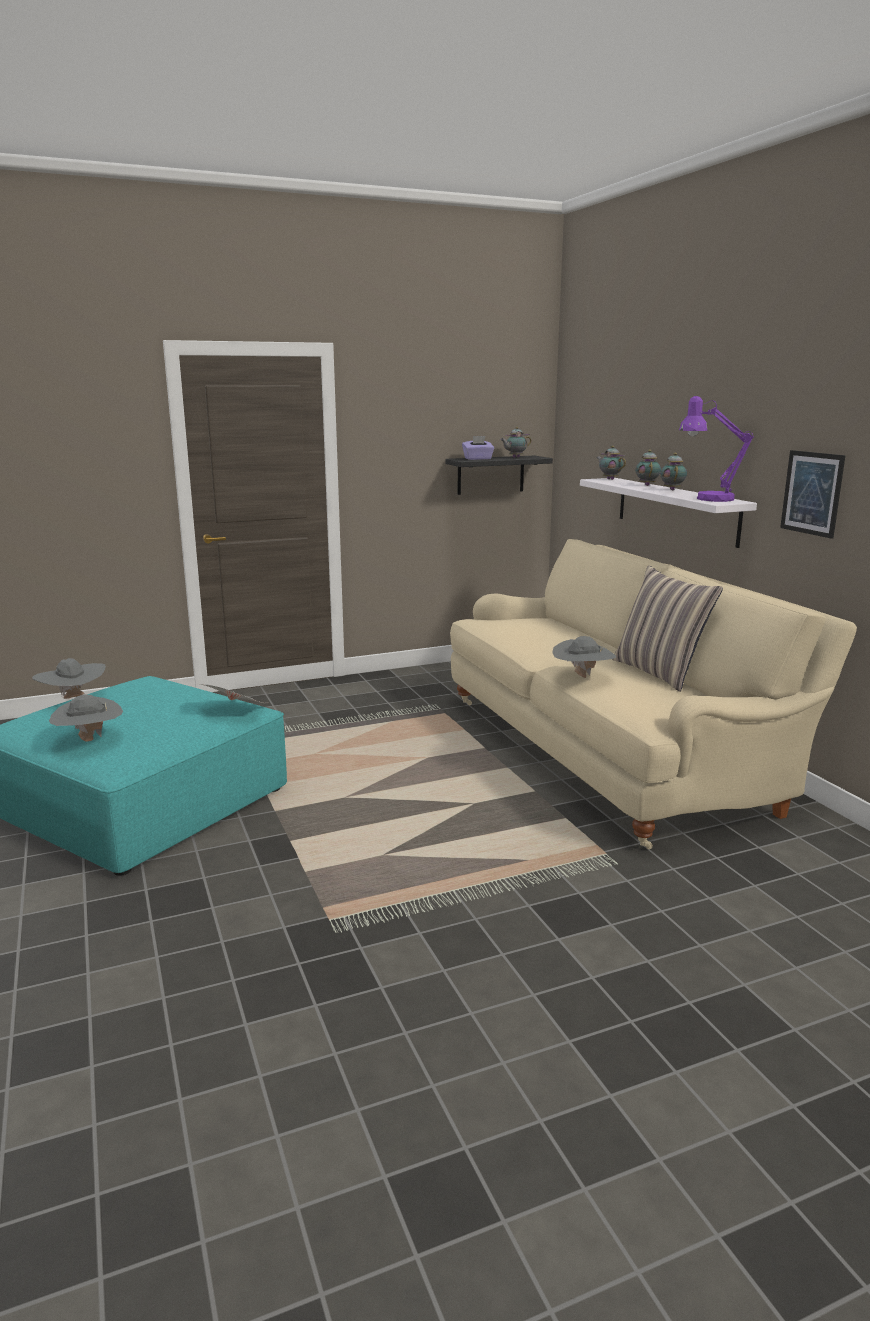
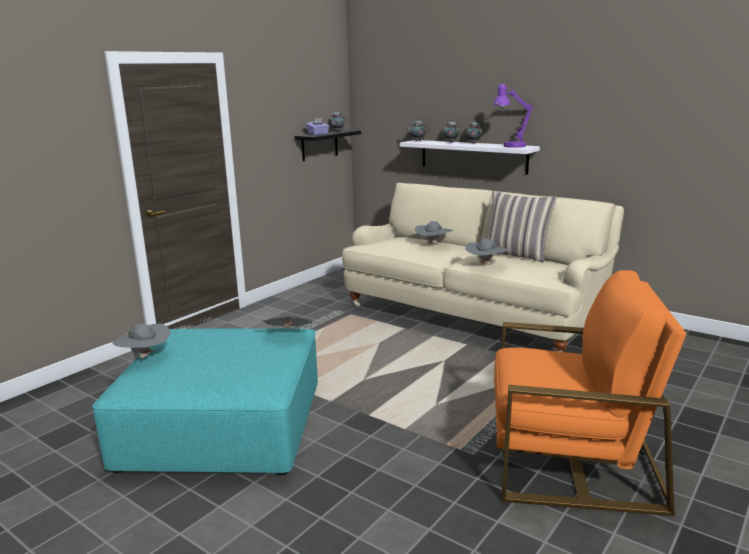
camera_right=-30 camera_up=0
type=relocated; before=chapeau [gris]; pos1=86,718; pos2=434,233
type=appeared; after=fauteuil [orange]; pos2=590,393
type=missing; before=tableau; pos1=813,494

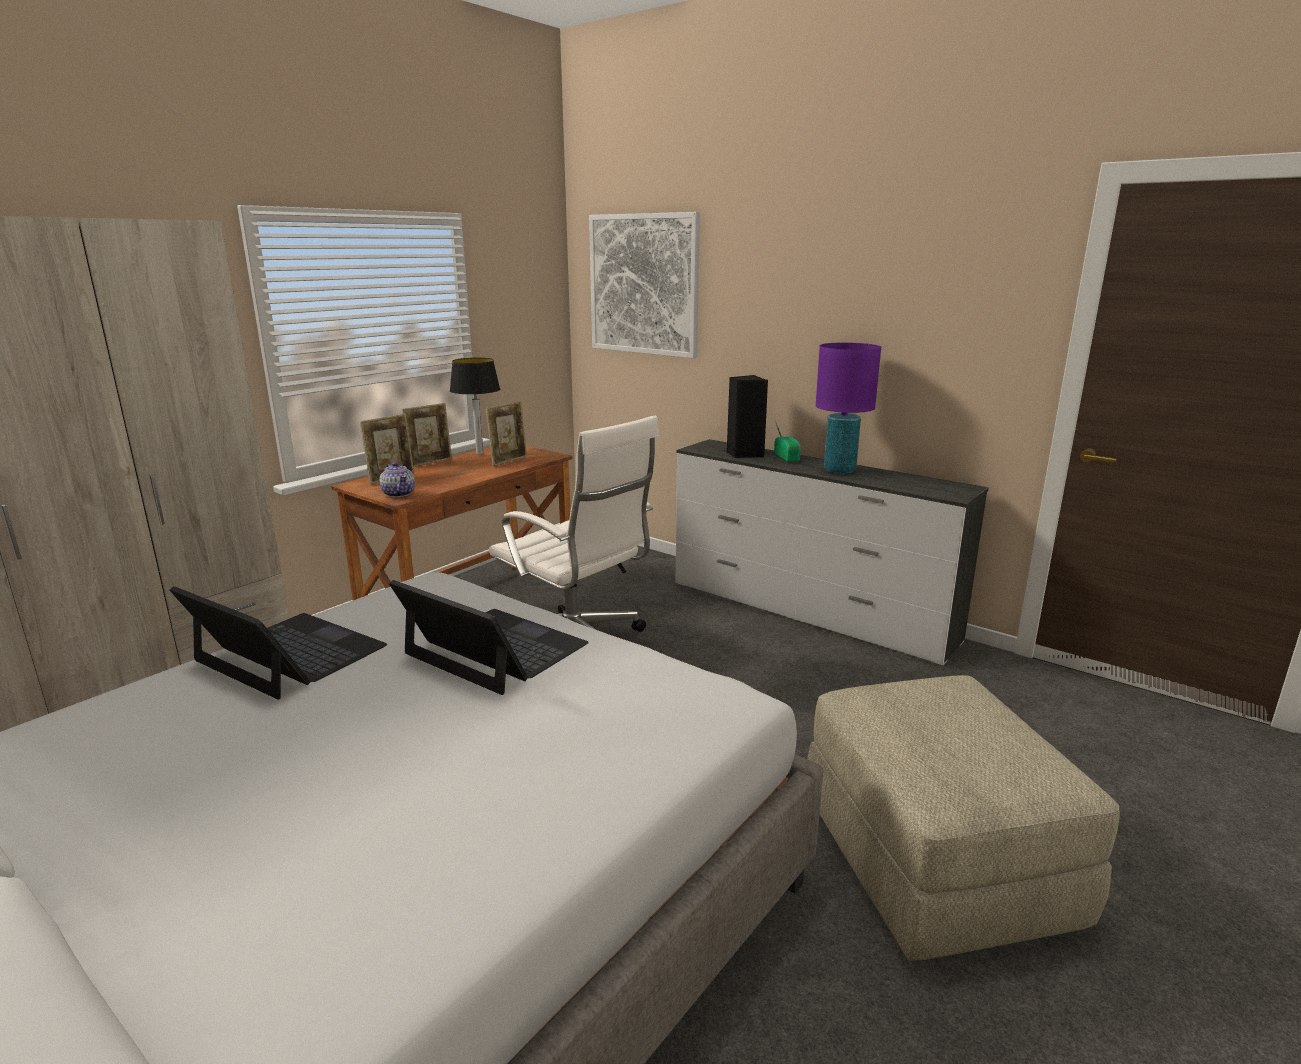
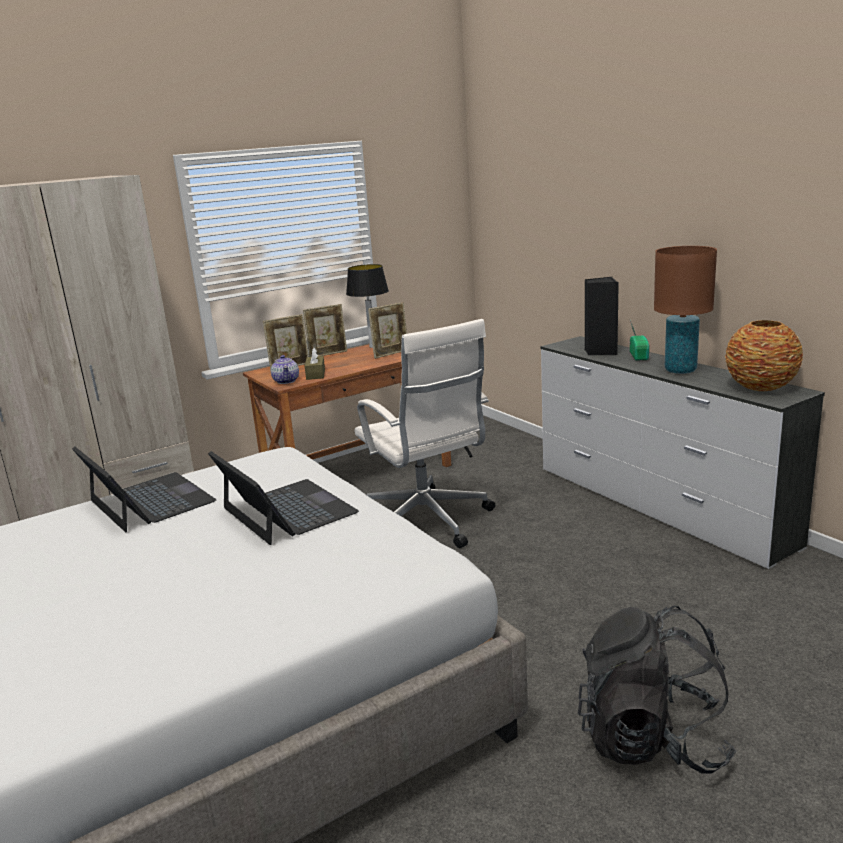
camera_right=20 camera_up=0
type=appeared; after=boîte à mouchoirs [marron]; pos2=315,364
type=exchanged; before=pouf [beige]; after=sac à dos [noir]; pos1=963,818; pos2=657,689
type=colour; before=lampe de table [violet]; after=lampe de table [marron]; pos1=848,408; pos2=685,310
type=appeared; after=vase; pos2=764,355
type=missing; before=tableau; pos1=644,285

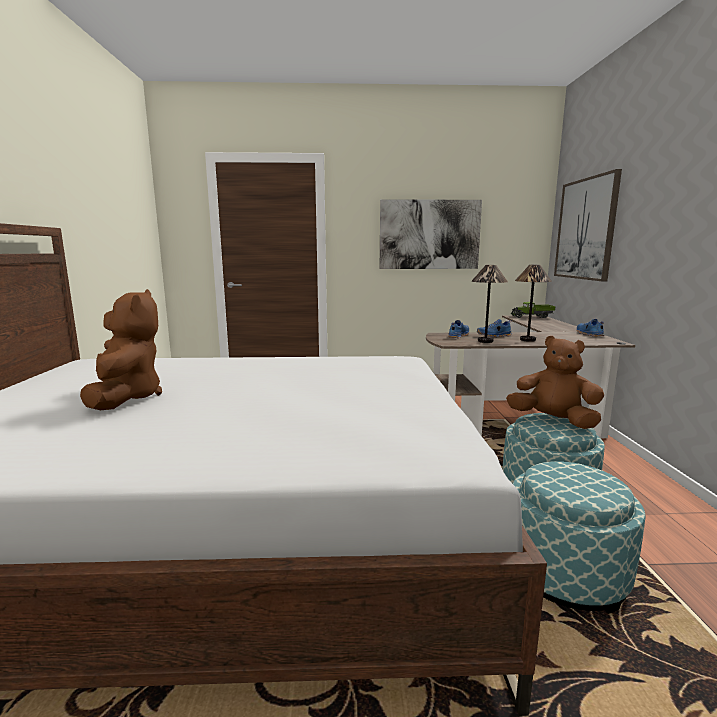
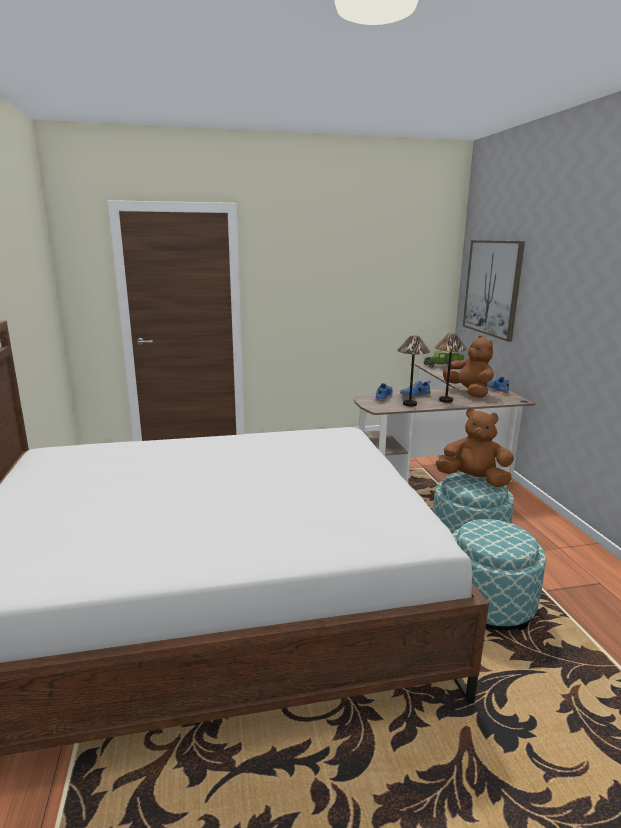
camera_right=-10 camera_up=5
type=relocated; before=peluche [marron]; pos1=121,349; pos2=468,367
type=missing; before=tableau; pos1=431,234

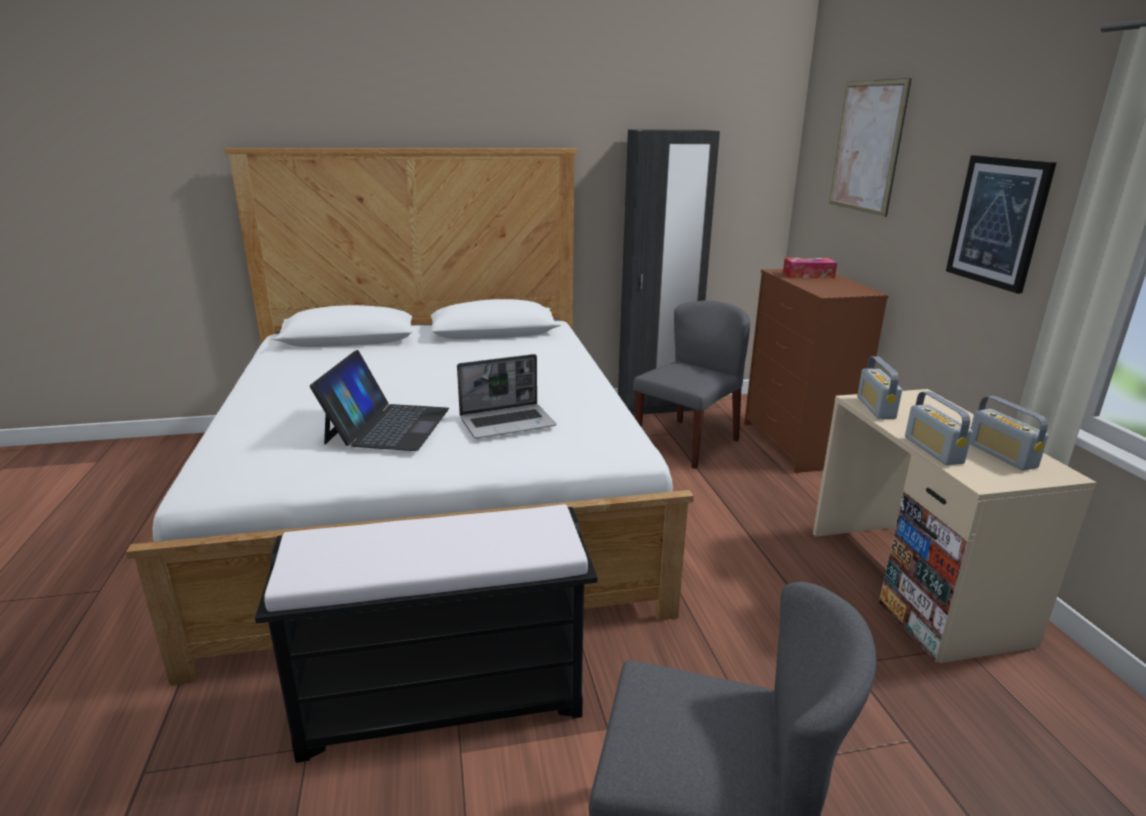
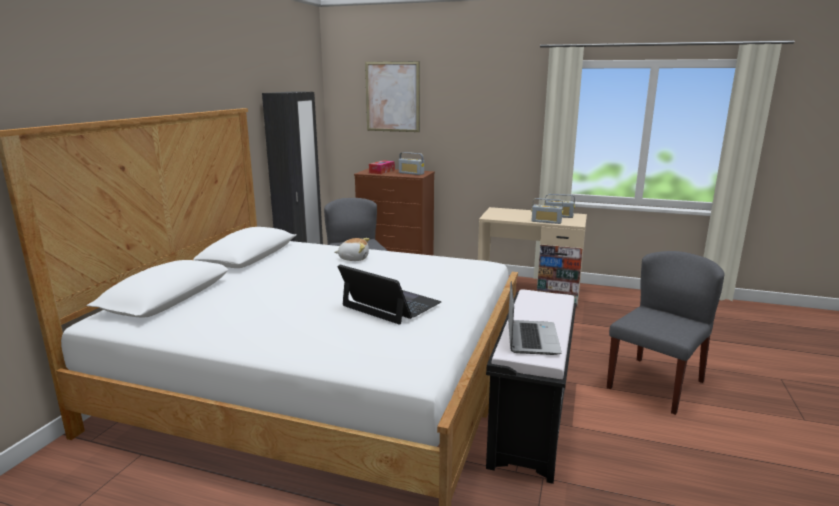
camera_right=-60 camera_up=-5
type=appeared; after=peluche; pos2=352,249
type=relocated; before=radio; pos1=879,387; pos2=411,163
type=relocated; before=ordinateur portable; pos1=506,396; pos2=535,318
type=missing; before=tableau; pos1=1001,224

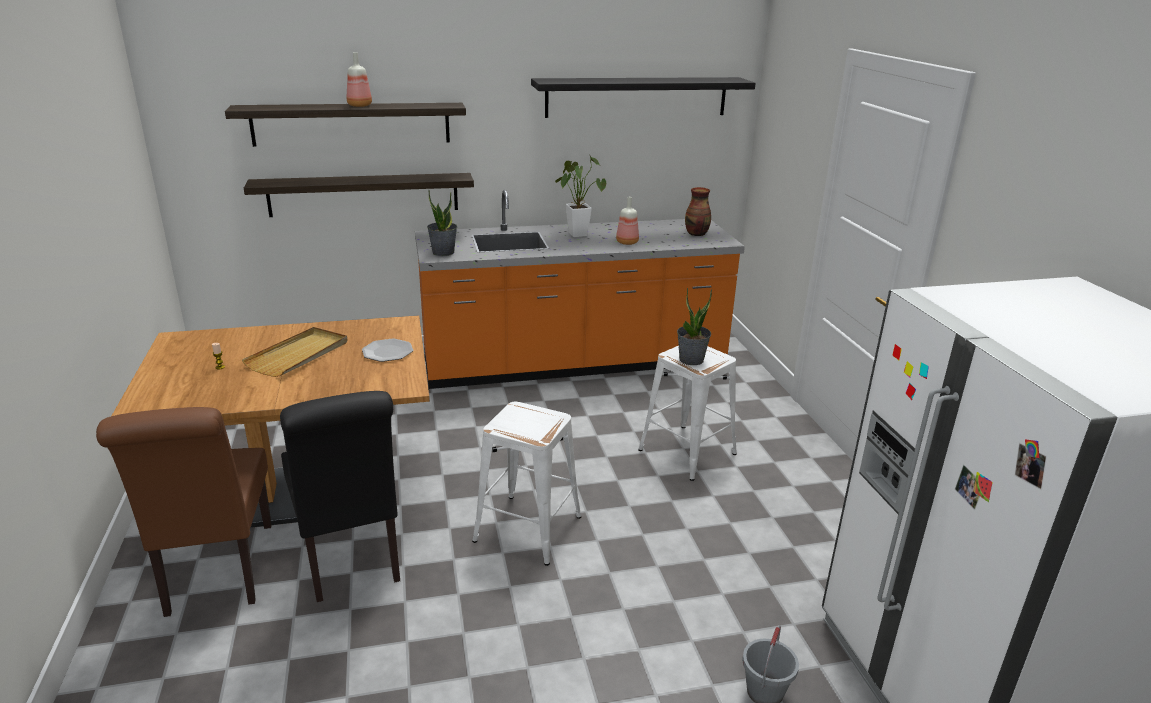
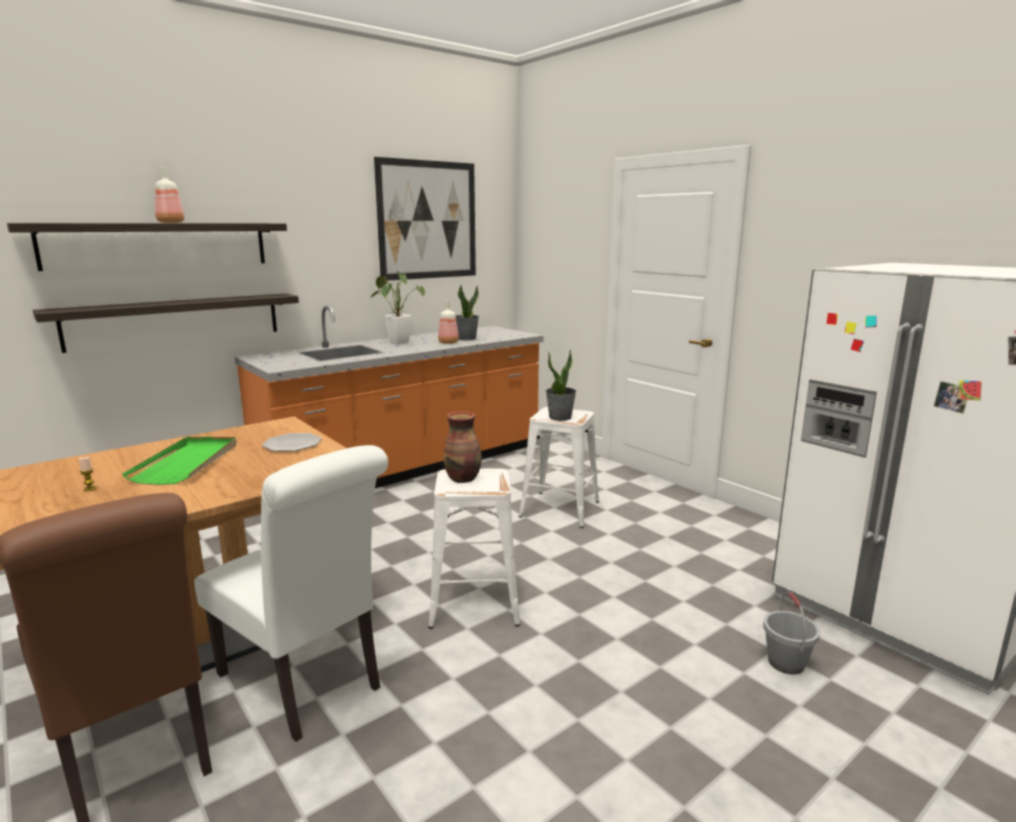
camera_right=-25 camera_up=-10
type=colour; before=plateau [beige]; after=plateau [vert]; pos1=294,352; pos2=179,461
type=colour; before=chaise [noir]; after=chaise [blanc]; pos1=340,496; pos2=291,593
type=exchanged; before=étagère [noir]; after=tableau; pos1=643,97; pos2=425,218
type=relocated; before=vase; pos1=698,211; pos2=462,447
type=relocated; before=plante en pot; pos1=442,223; pos2=467,313

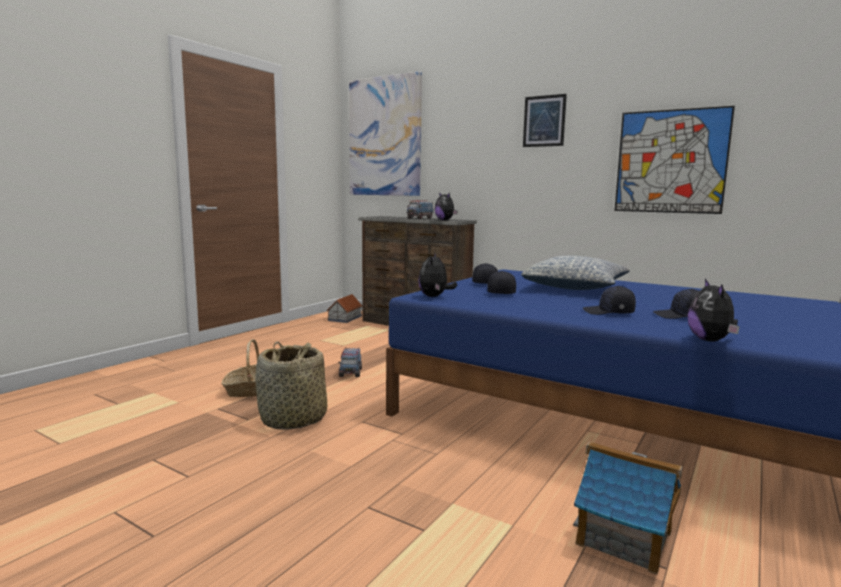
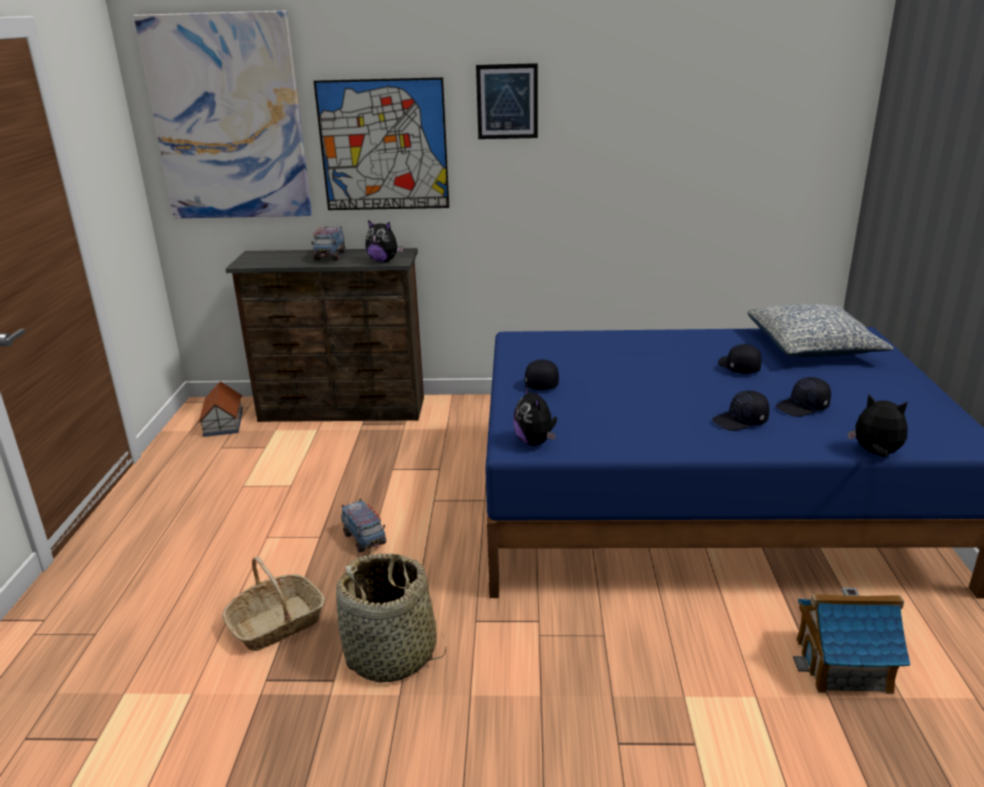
camera_right=-30 camera_up=15
type=relocated; before=tableau; pos1=675,160; pos2=381,143
type=relocated; before=casquette [noir]; pos1=501,282; pos2=740,359
type=relocated; before=coussin; pos1=575,273; pos2=821,330
type=spun; before=peluche; pos1=714,310; pos2=878,425; turn=150

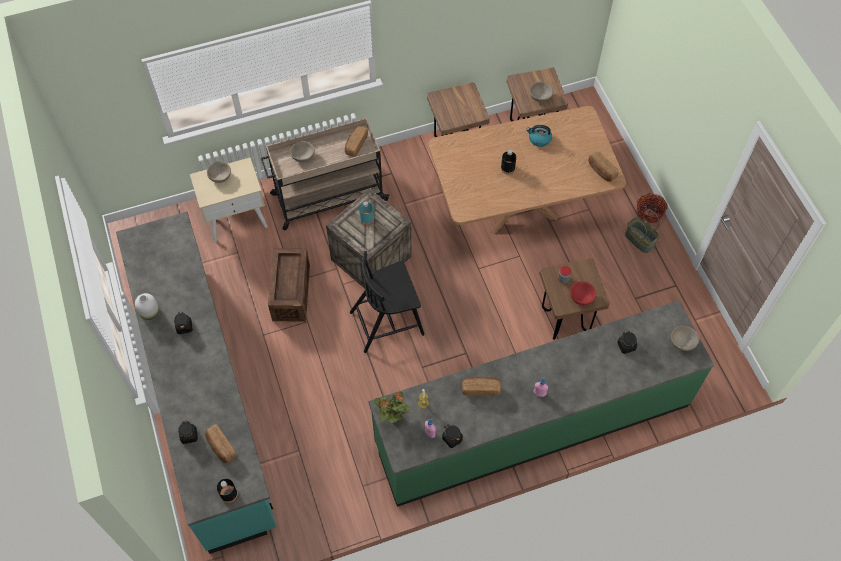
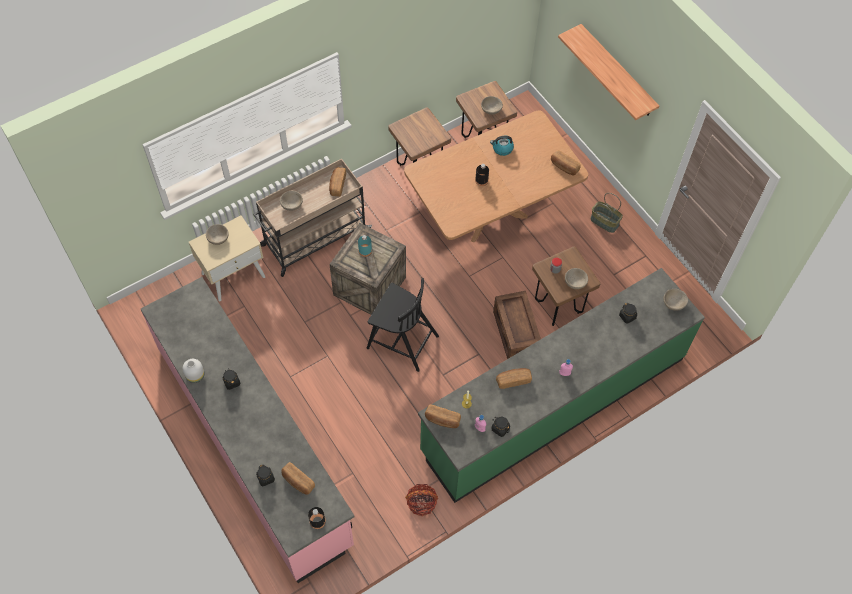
camera_right=-15 camera_up=0
type=colour; before=comptoir de cuisine [turquoise]; after=comptoir de cuisine [rose]; pos1=196,383; pos2=248,430
type=spun; before=chaise [noir]; pos1=387,302; pos2=403,325; turn=-120
type=relocated; before=panier; pos1=652,208; pos2=421,500
type=exchanged; before=plante en pot; after=pain; pos1=392,407; pos2=443,416
type=relocated; before=caisse; pos1=289,285; pos2=517,325
type=appeared; after=étagère; pos2=608,72
type=colour; before=bol [rouge]; after=bol [beige]; pos1=583,293; pos2=576,278

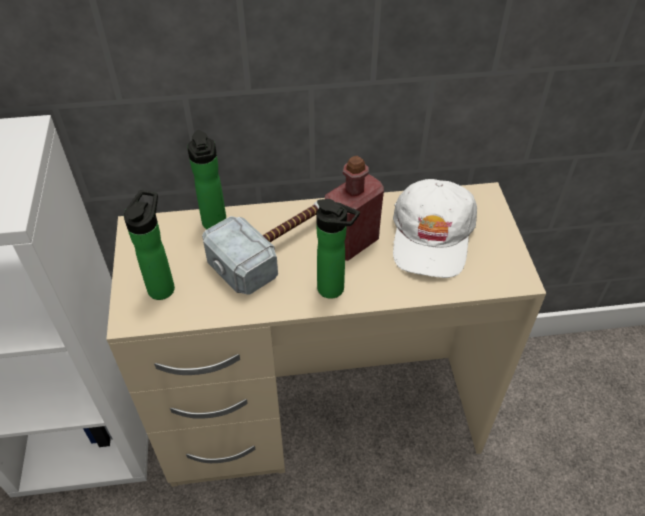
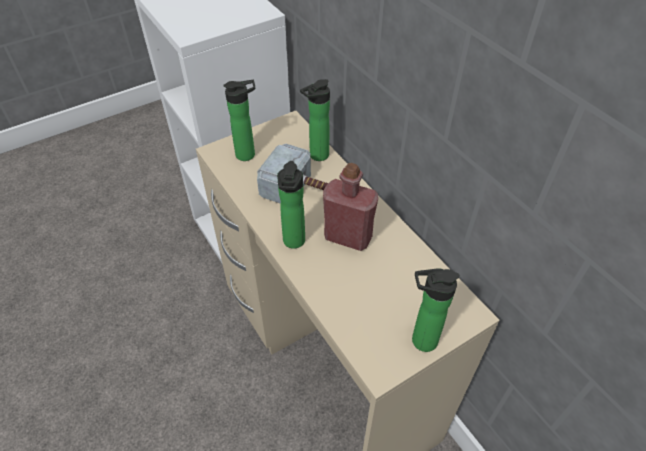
camera_right=65 camera_up=0
type=appeared; after=bouteille; pos2=436,310
type=missing; before=casquette [blanc]; pos1=435,228

